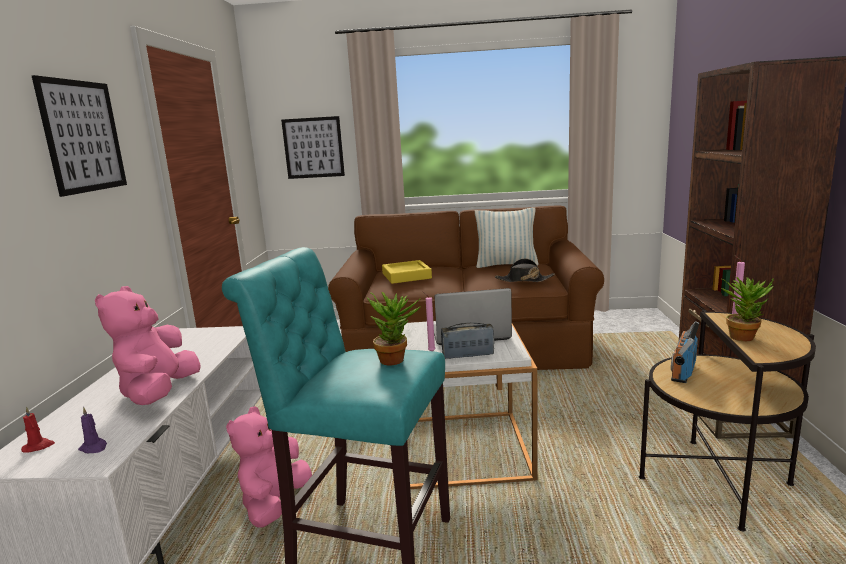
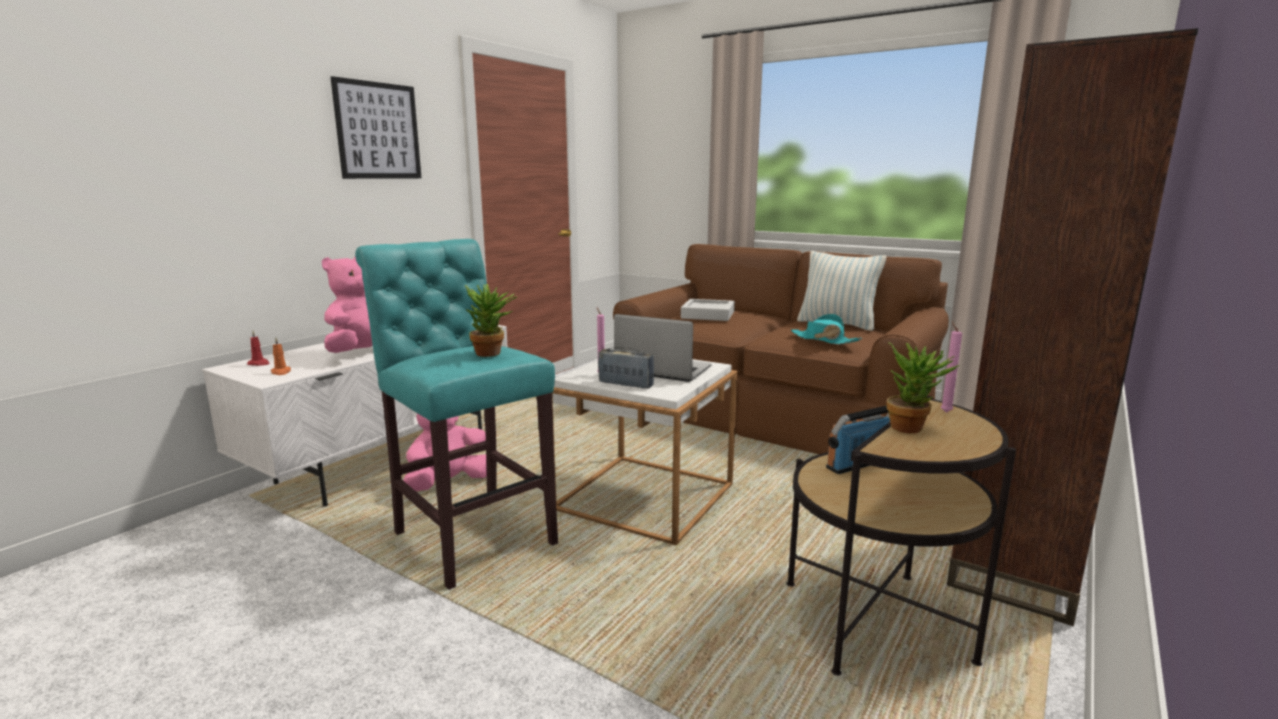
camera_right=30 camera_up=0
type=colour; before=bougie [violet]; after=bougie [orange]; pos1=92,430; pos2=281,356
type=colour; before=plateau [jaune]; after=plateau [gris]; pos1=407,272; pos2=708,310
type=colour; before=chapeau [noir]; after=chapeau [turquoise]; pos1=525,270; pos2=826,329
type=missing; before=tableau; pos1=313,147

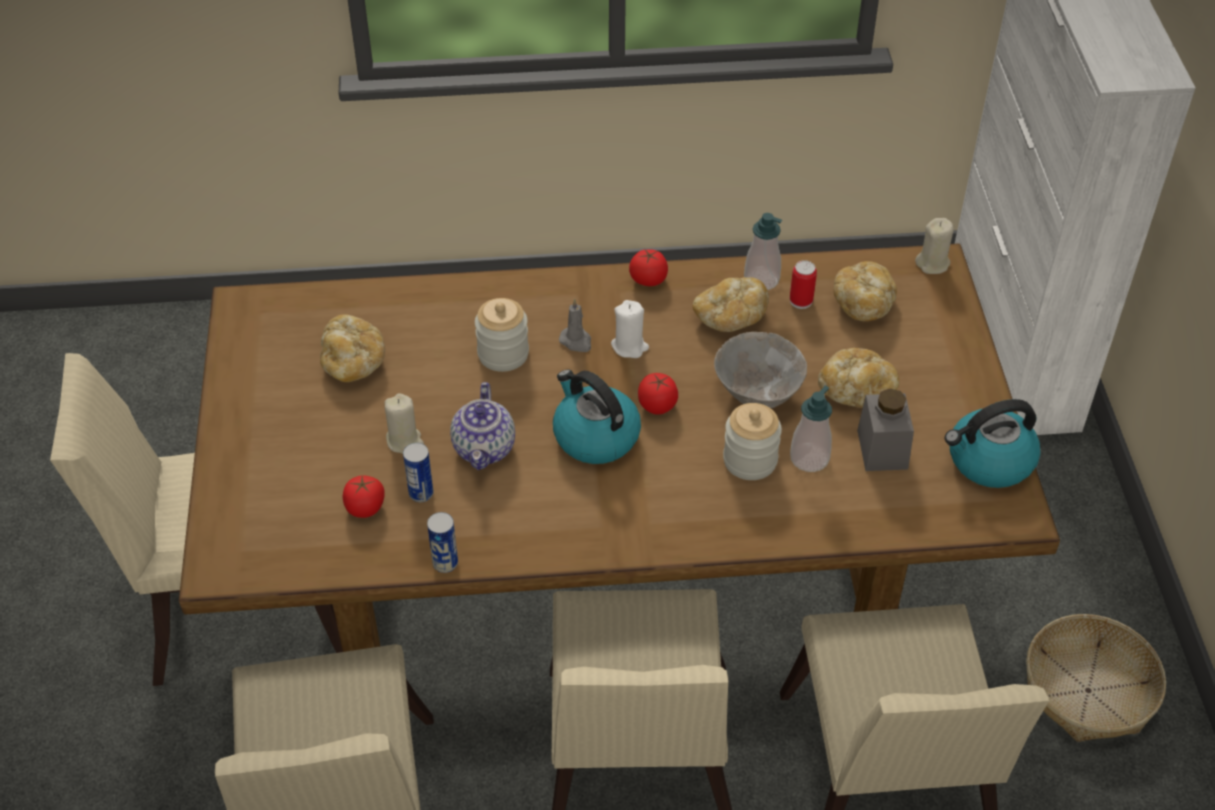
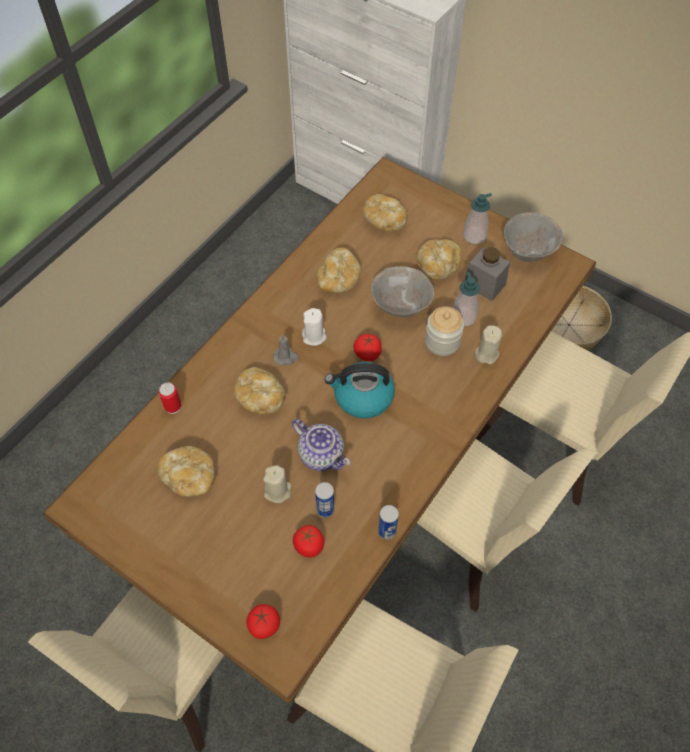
camera_right=-50 camera_up=10
type=relocated; before=boîte métallique; pos1=803,284; pos2=170,398
type=exchanged; before=bocal; after=pain; pos1=502,335; pos2=259,390
type=relocated; before=tomate; pos1=648,267; pos2=263,621
type=relocated; before=distributeur de savon; pos1=763,251; pos2=477,218
type=relocated; before=bougie [beige]; pos1=934,246; pos2=488,344
type=exchanged; before=bouilloire; after=bol [gris]; pos1=993,443; pos2=533,237

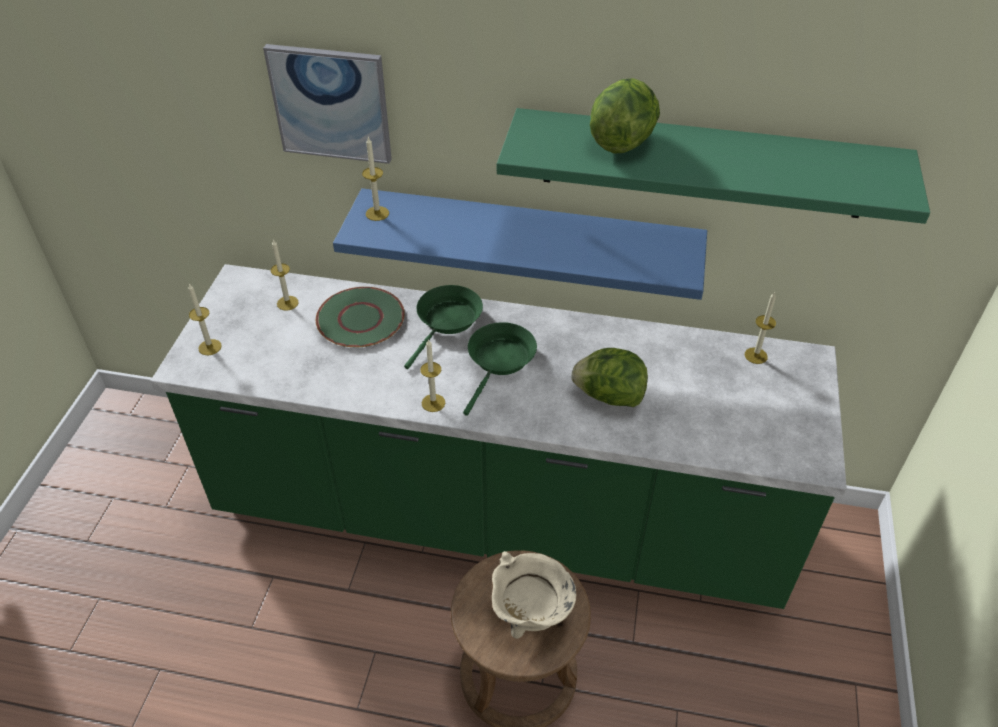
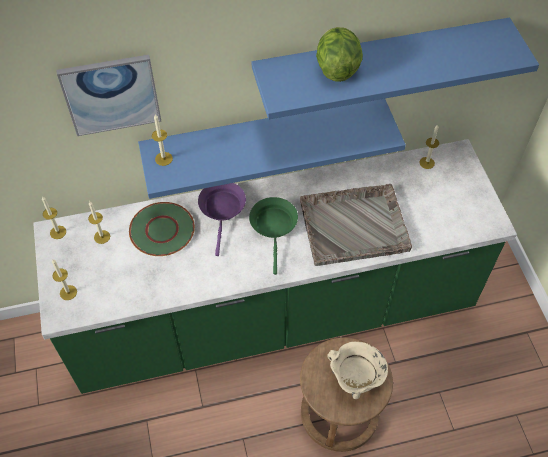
camera_right=-25 camera_up=10
type=relocated; before=bougie; pos1=432,375; pos2=54,217
type=colour; before=poêle [vert]; after=poêle [violet]; pos1=443,327; pos2=222,219
type=colour; before=étagère [vert]; after=étagère [bleu]; pos1=713,166; pos2=395,68
type=exchanged; before=laitue; after=plateau [gris]; pos1=609,377; pos2=356,225

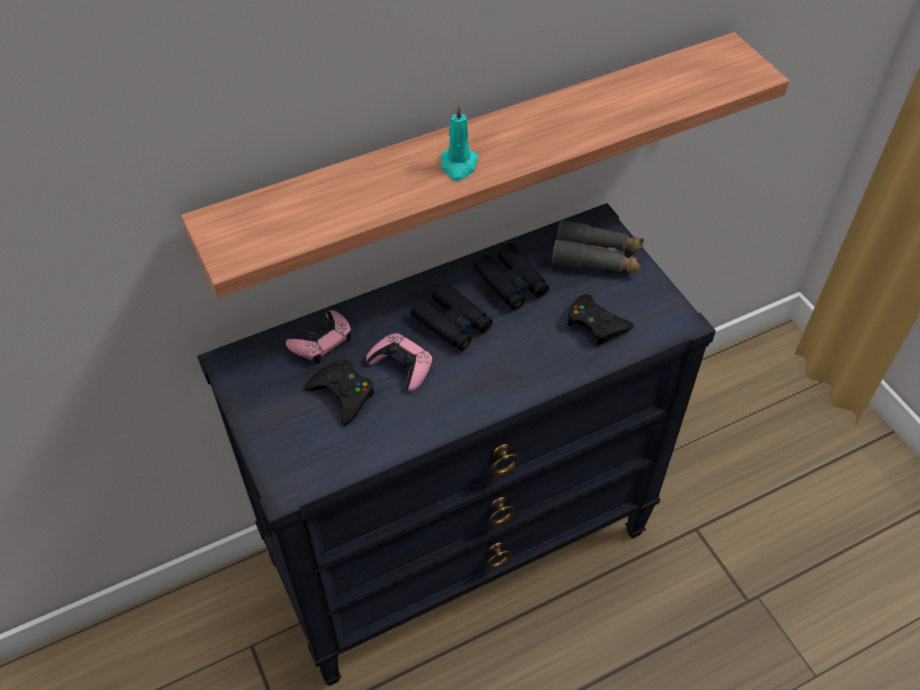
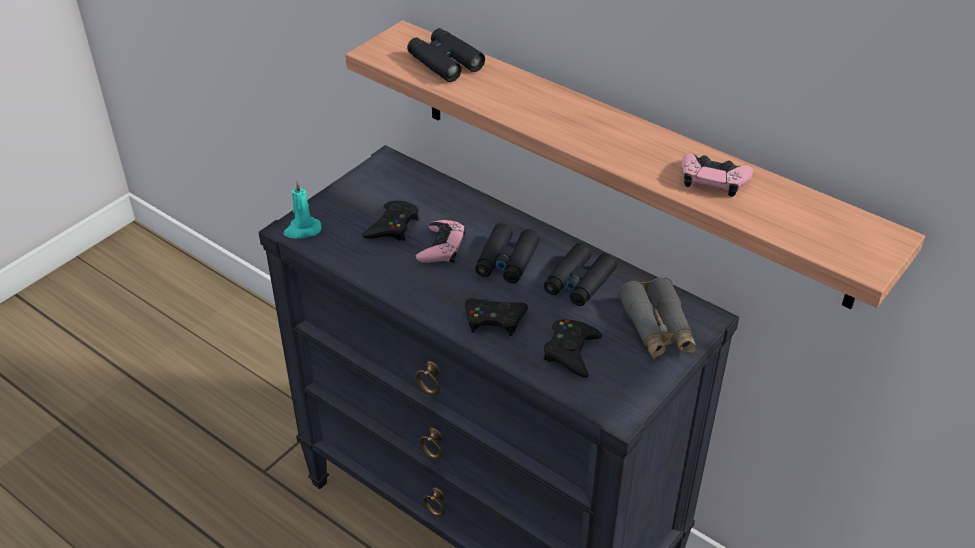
camera_right=65 camera_up=-10
type=relocated; before=bougie [turquoise]; pos1=460,142; pos2=303,210
type=appeared; after=jumelles [noir]; pos2=446,55
type=appeared; after=manette [noir]; pos2=496,317
type=relocated; before=manette [rose]; pos1=319,337; pos2=717,175

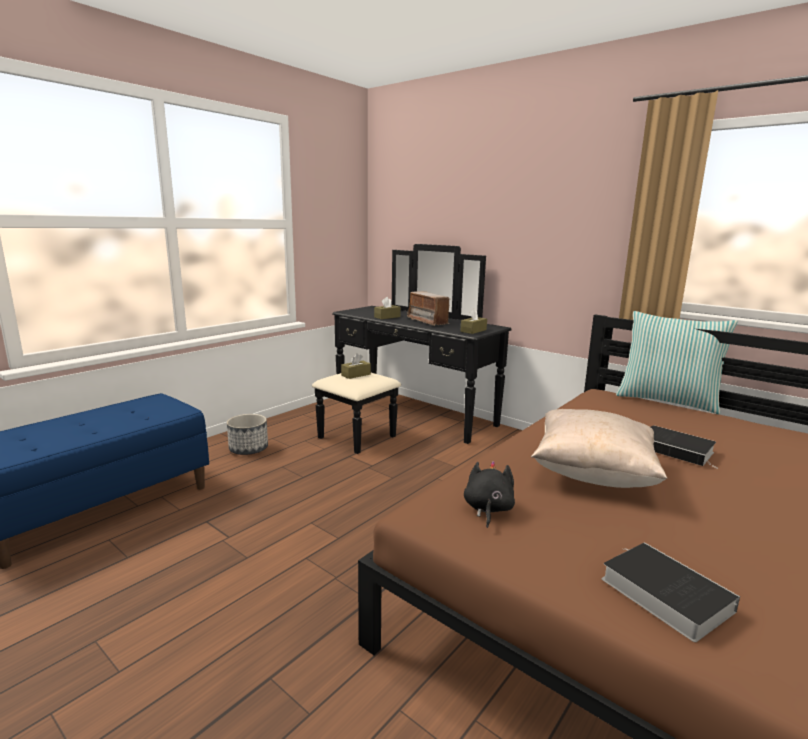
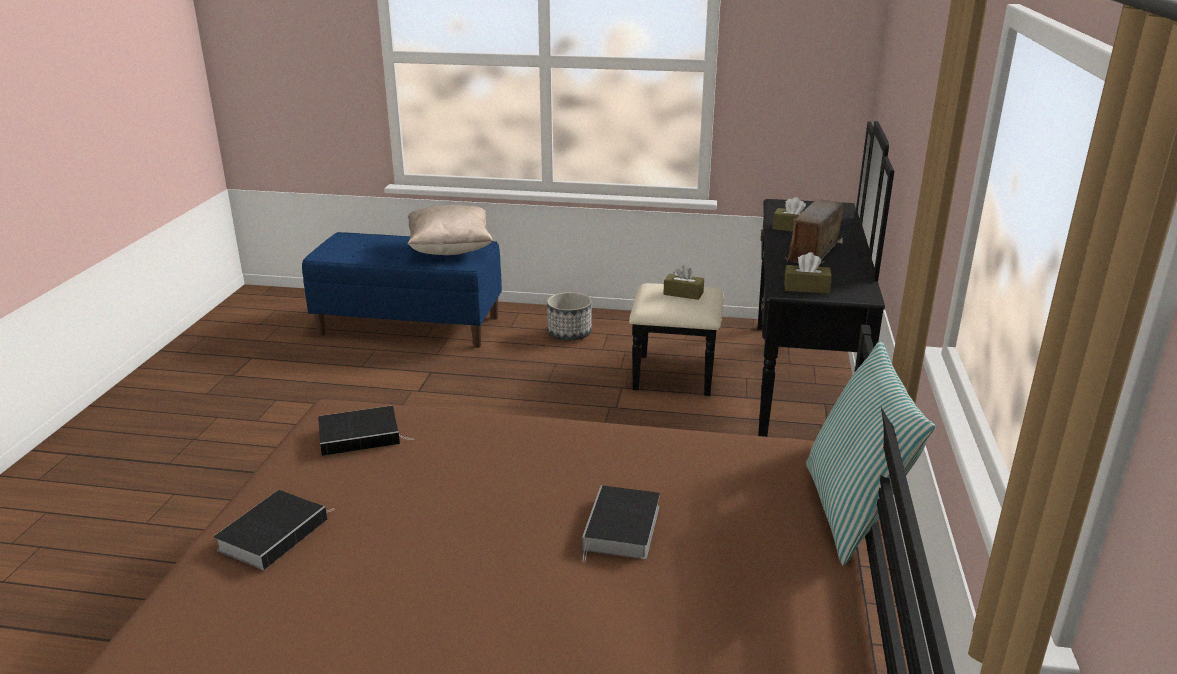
camera_right=60 camera_up=10
type=exchanged; before=peluche [noir]; after=livre; pos1=489,494; pos2=366,431
type=relocated; before=coussin [beige]; pos1=599,448; pos2=450,230

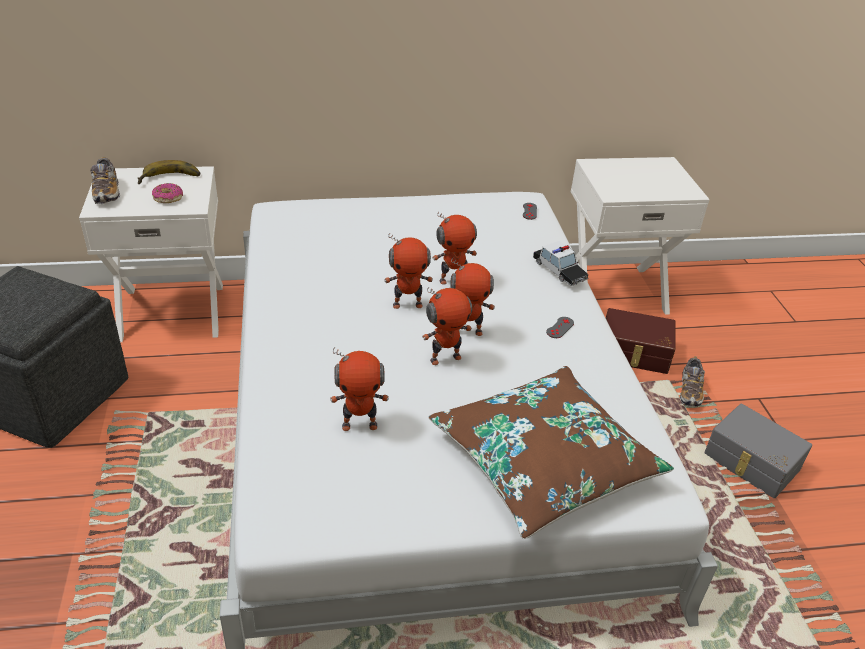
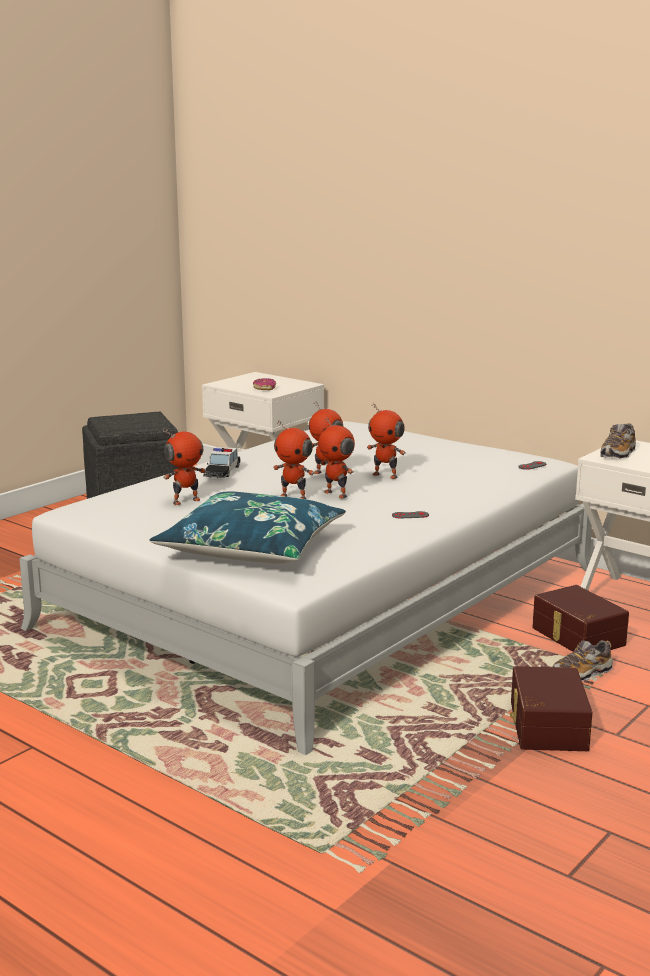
camera_right=50 camera_up=-20
type=colour; before=coussin [marron]; after=coussin [bleu]; pos1=551,452; pos2=248,528
type=spun; before=robot jouet; pos1=359,389; pos2=184,466; turn=-75
type=relocated; before=petite voiture; pos1=560,263; pos2=221,462
type=colour; before=boîte de rangement [gris]; after=boîte de rangement [marron]; pos1=758,451; pos2=551,708
type=relocated; before=chaussure; pos1=105,180; pos2=618,440
type=missing; before=banane; pos1=168,172

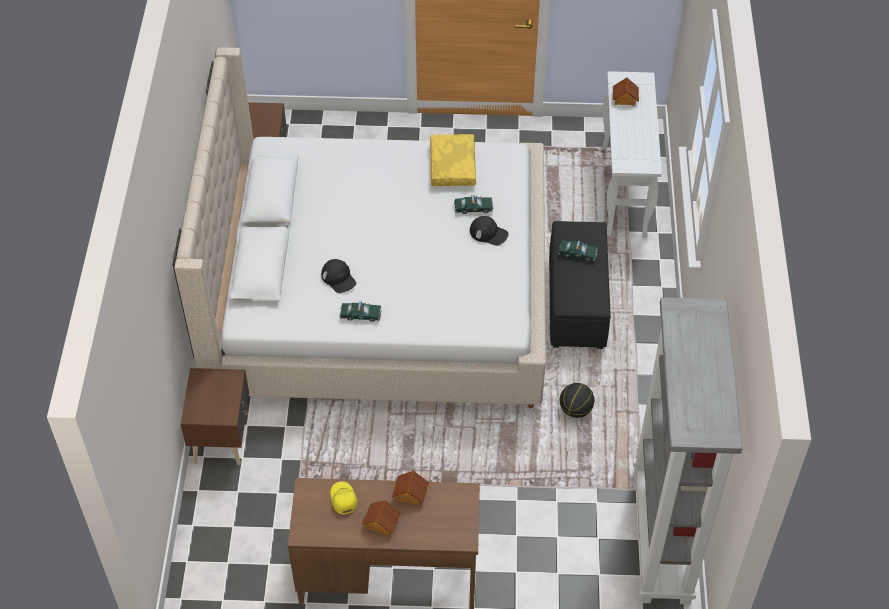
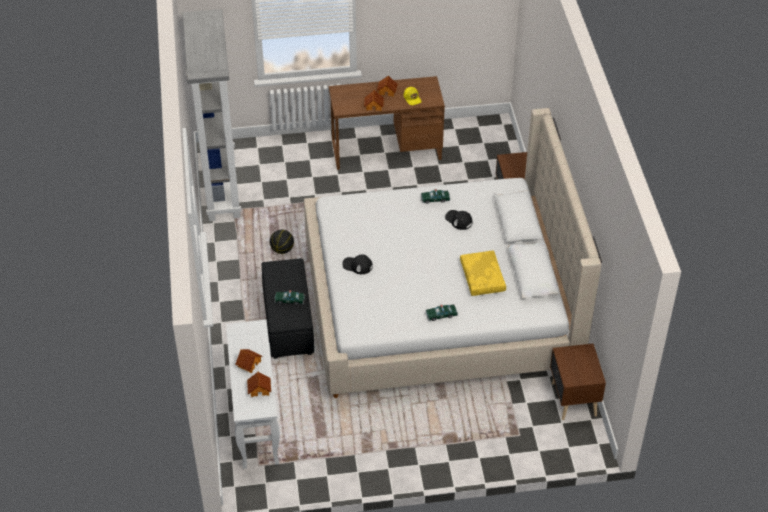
camera_right=170 camera_up=-5
type=appeared; after=maison miniature; pos2=248,361
type=relocated; before=petite voiture; pos1=473,204; pos2=442,313
type=relocated; before=coussin [jaune]; pos1=453,160; pos2=483,273

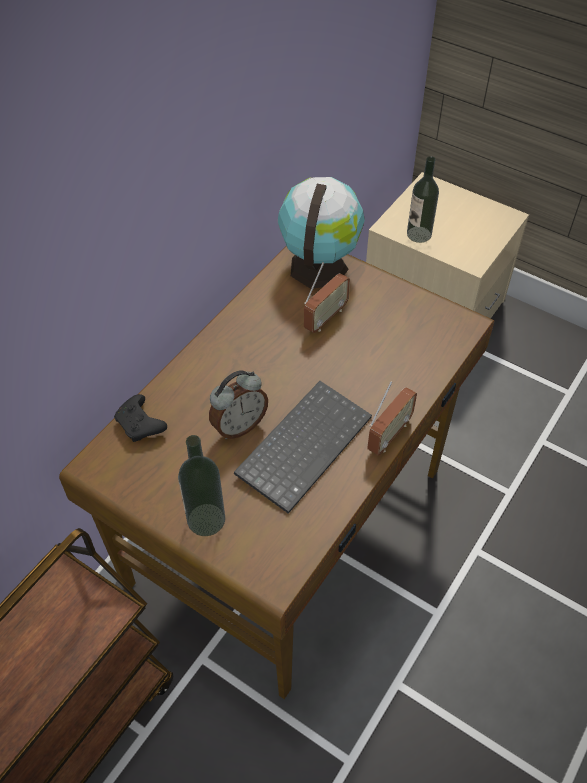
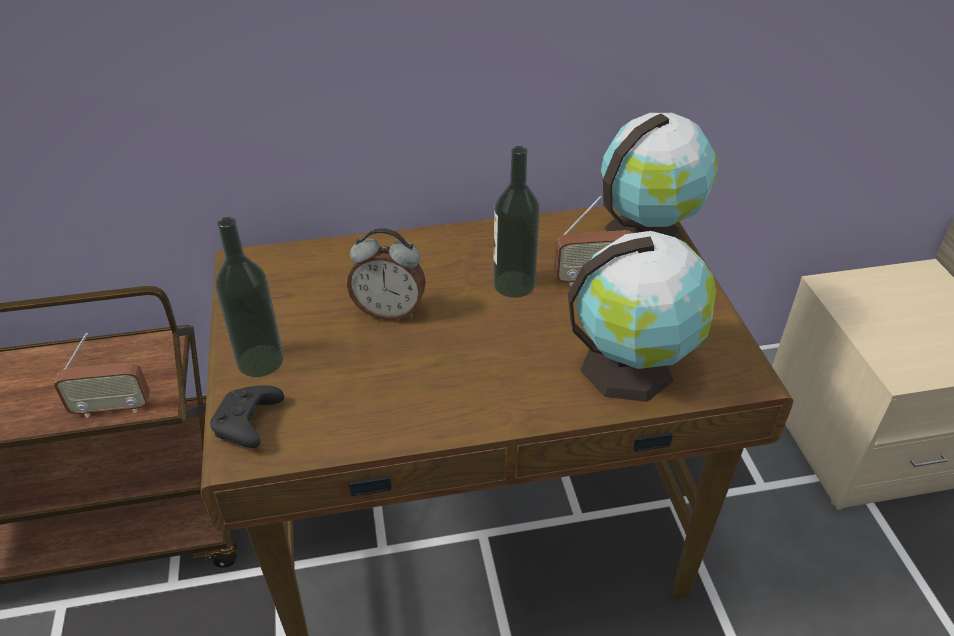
camera_right=45 camera_up=-10
type=relocated; before=radio; pos1=392,418; pos2=102,375
type=relocated; before=manette [noir]; pos1=140,418; pos2=247,416
type=relocated; before=bouteille; pos1=423,199; pos2=516,222
type=appeared; after=globe; pos2=642,316
type=missing; before=clavier; pos1=303,447

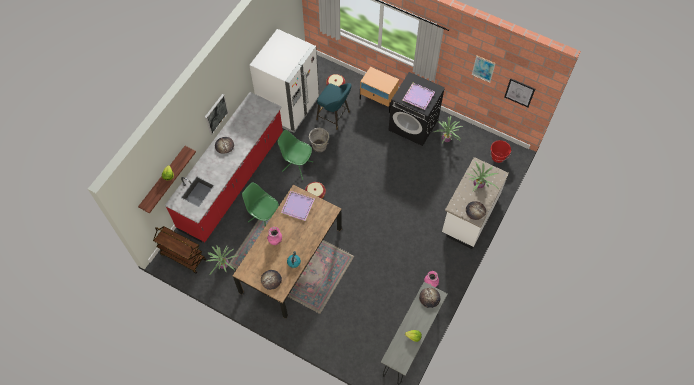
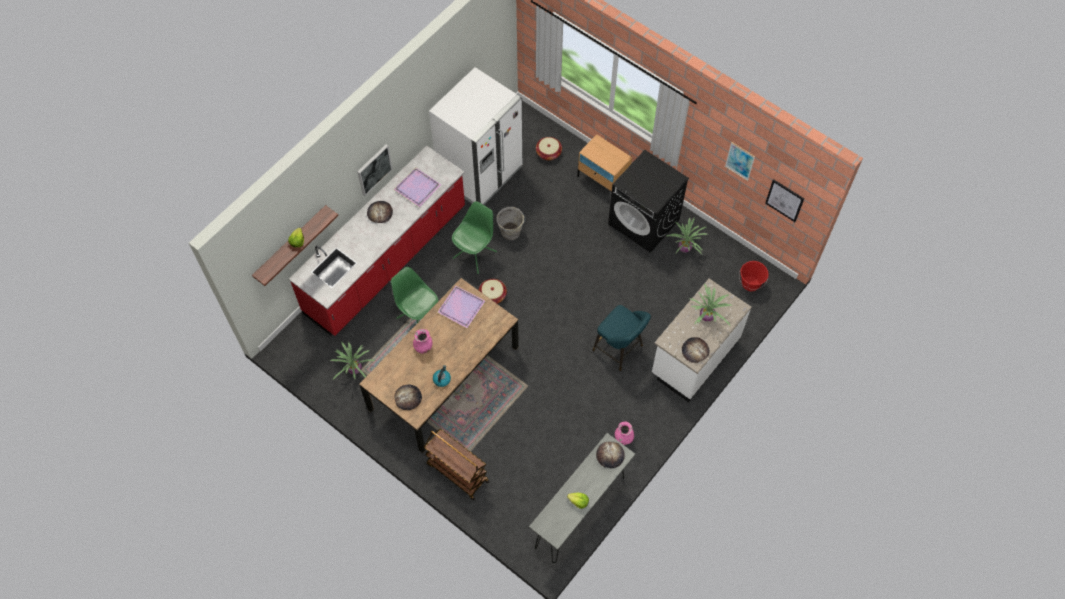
camera_right=10 camera_up=0
type=relocated; before=plateau [violet]; pos1=418,96; pos2=417,187
type=relocated; before=chariot [marron]; pos1=179,250; pos2=456,464
type=spun; before=chaise [vert]; pos1=295,155; pos2=474,237; turn=90
type=relocated; before=tabouret [turquoise]; pos1=333,106; pos2=621,338

